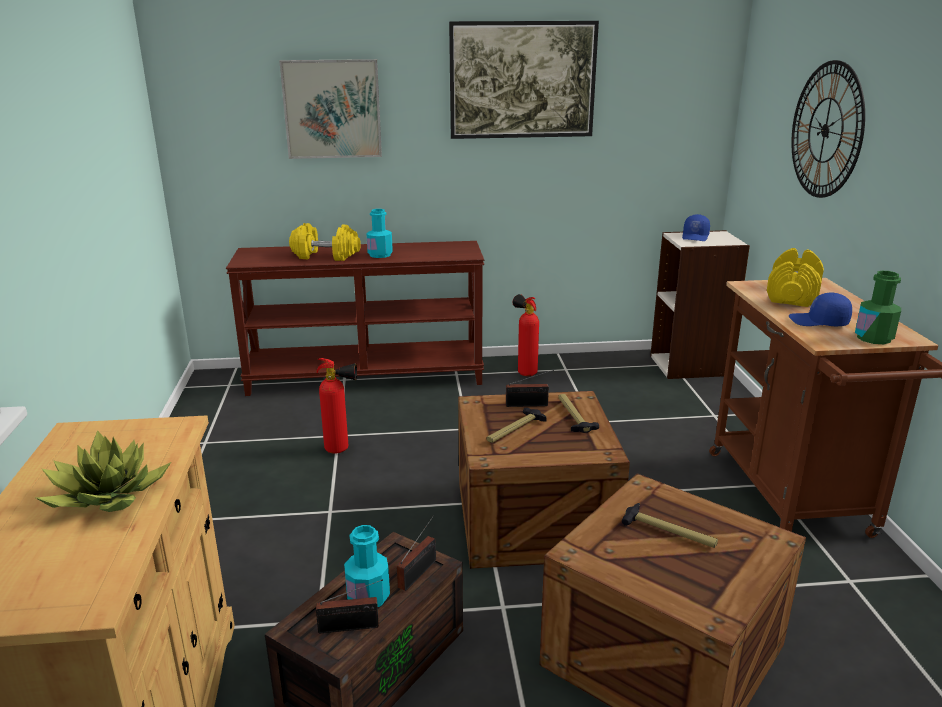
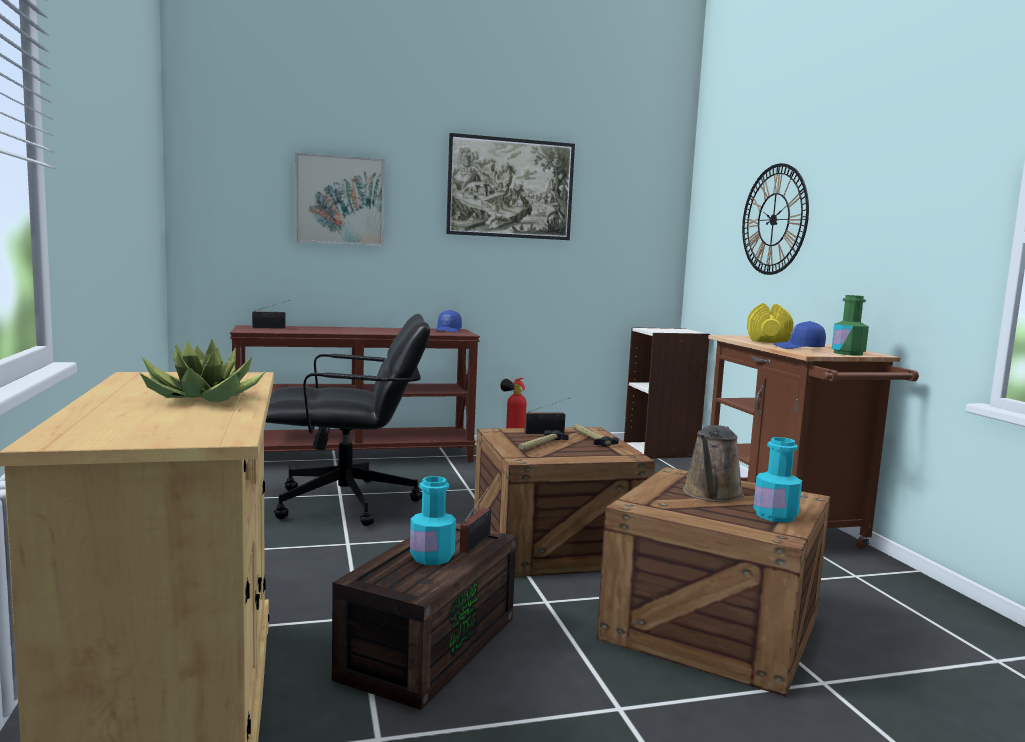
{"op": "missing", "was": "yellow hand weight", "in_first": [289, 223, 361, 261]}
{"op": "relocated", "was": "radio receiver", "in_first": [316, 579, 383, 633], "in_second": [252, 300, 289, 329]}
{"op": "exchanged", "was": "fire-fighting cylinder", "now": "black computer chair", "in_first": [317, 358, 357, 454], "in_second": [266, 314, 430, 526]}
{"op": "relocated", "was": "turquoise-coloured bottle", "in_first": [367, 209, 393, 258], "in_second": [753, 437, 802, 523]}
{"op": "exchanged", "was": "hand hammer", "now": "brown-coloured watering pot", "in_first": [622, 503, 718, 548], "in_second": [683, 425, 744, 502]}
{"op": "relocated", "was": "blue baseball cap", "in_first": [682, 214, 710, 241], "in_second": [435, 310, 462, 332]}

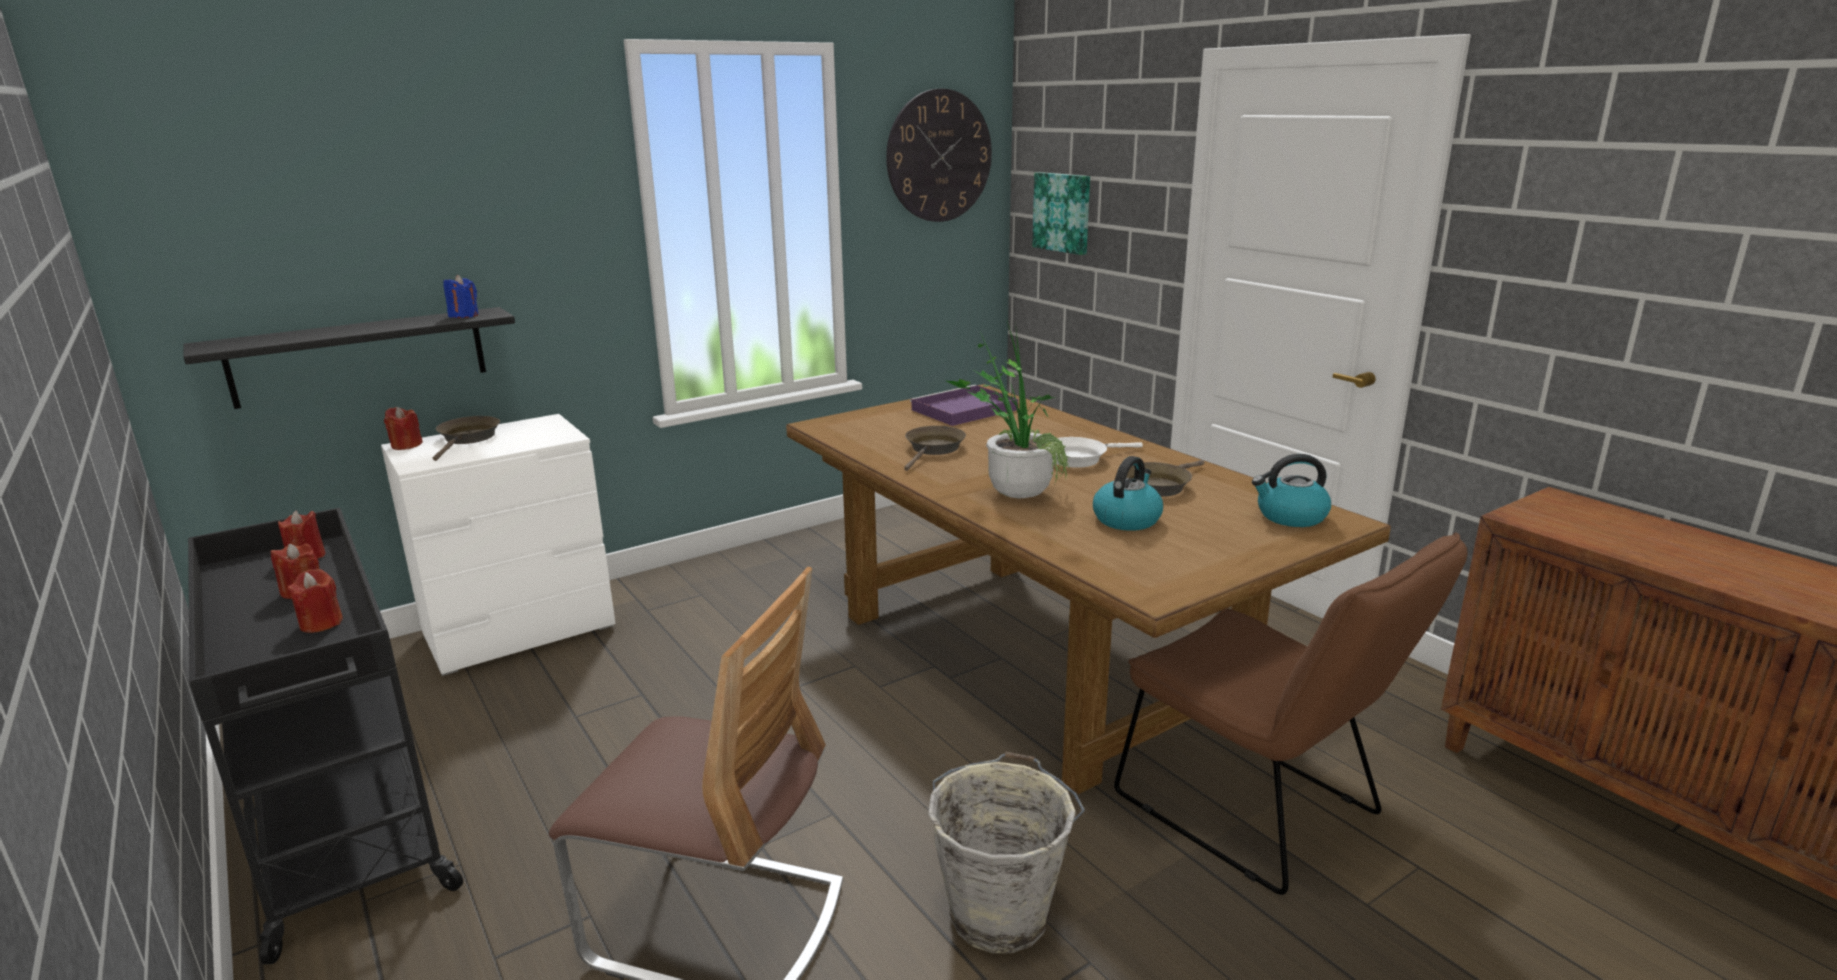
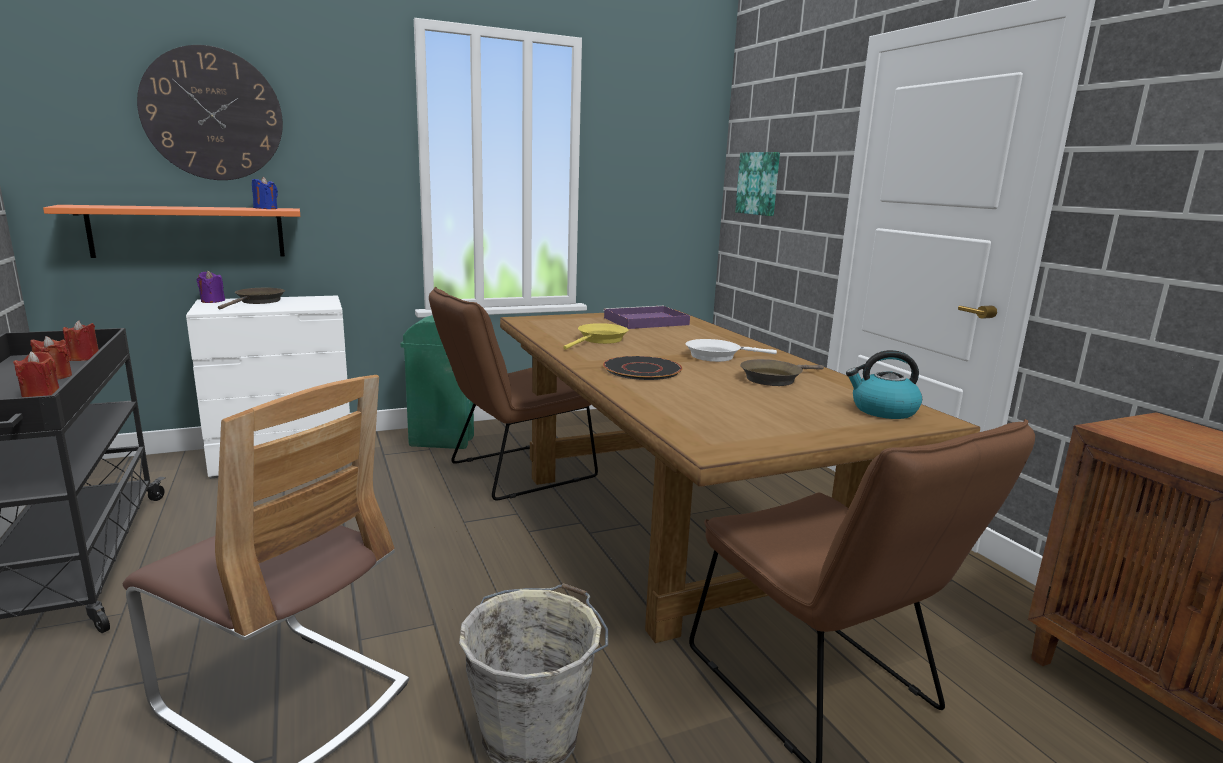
{"op": "colour", "was": "black wall shelf", "now": "orange-coloured wall shelf", "in_first": [183, 307, 515, 409], "in_second": [43, 205, 300, 258]}
{"op": "colour", "was": "red wax light", "now": "purple wax light", "in_first": [384, 407, 423, 450], "in_second": [197, 271, 225, 303]}
{"op": "relocated", "was": "clock on the wall", "in_first": [886, 89, 992, 222], "in_second": [137, 45, 283, 180]}
{"op": "colour", "was": "brown-coloured pan", "now": "yellow pan", "in_first": [904, 426, 966, 471], "in_second": [564, 323, 628, 350]}
{"op": "exchanged", "was": "houseplant", "now": "black plate", "in_first": [947, 322, 1070, 498], "in_second": [603, 356, 683, 380]}
{"op": "missing", "was": "tea kettle", "in_first": [1093, 456, 1163, 531]}
{"op": "appeared", "now": "greenish trash can", "in_second": [400, 315, 474, 449]}
{"op": "appeared", "now": "brown-coloured chair", "in_second": [429, 287, 598, 500]}

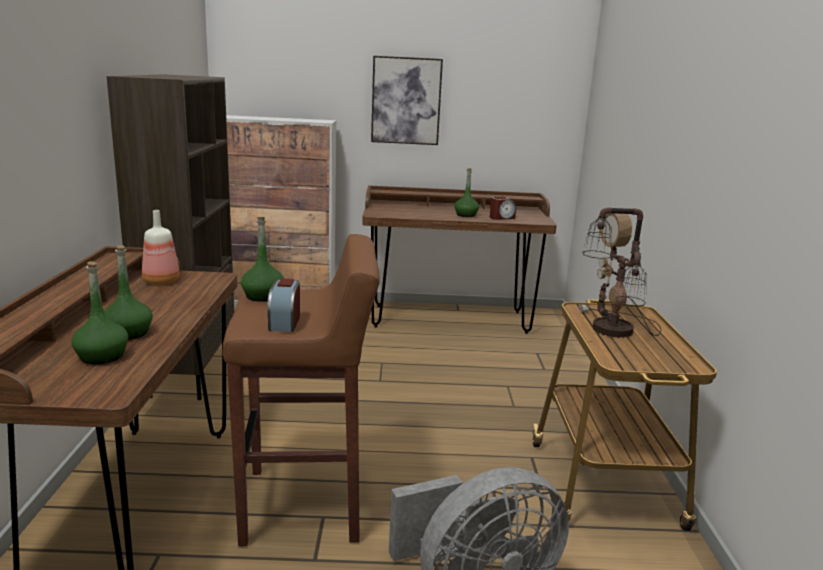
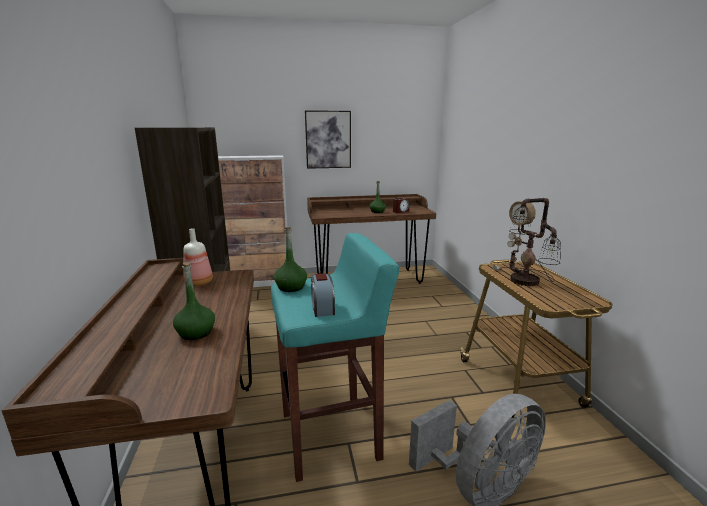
{"op": "missing", "was": "greenish bottle", "in_first": [71, 262, 128, 364]}
{"op": "colour", "was": "brown-coloured sitting stool", "now": "turquoise-coloured sitting stool", "in_first": [223, 234, 380, 546], "in_second": [271, 233, 400, 482]}

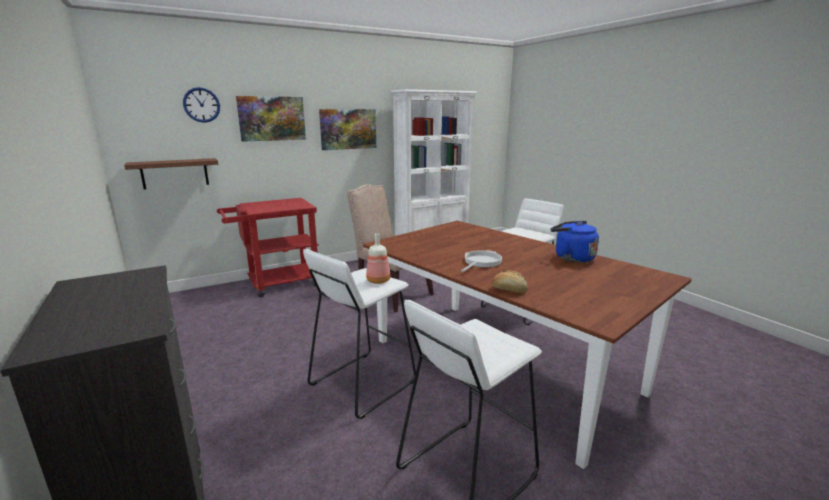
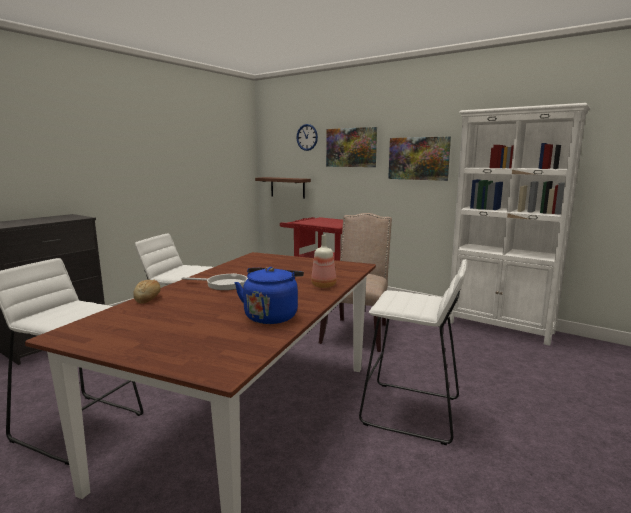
{"op": "relocated", "was": "bottle", "in_first": [366, 233, 390, 284], "in_second": [311, 235, 337, 288]}

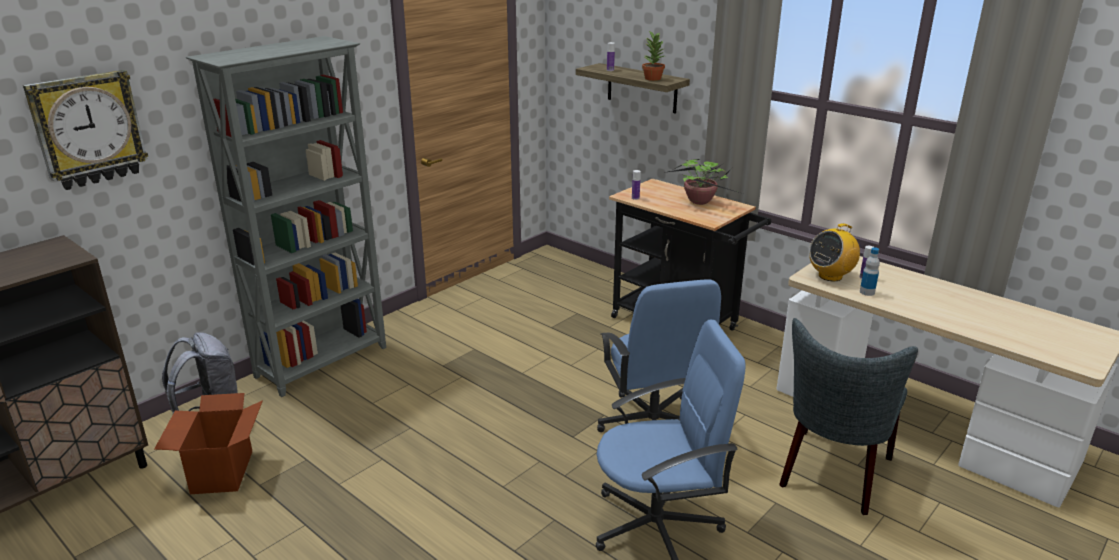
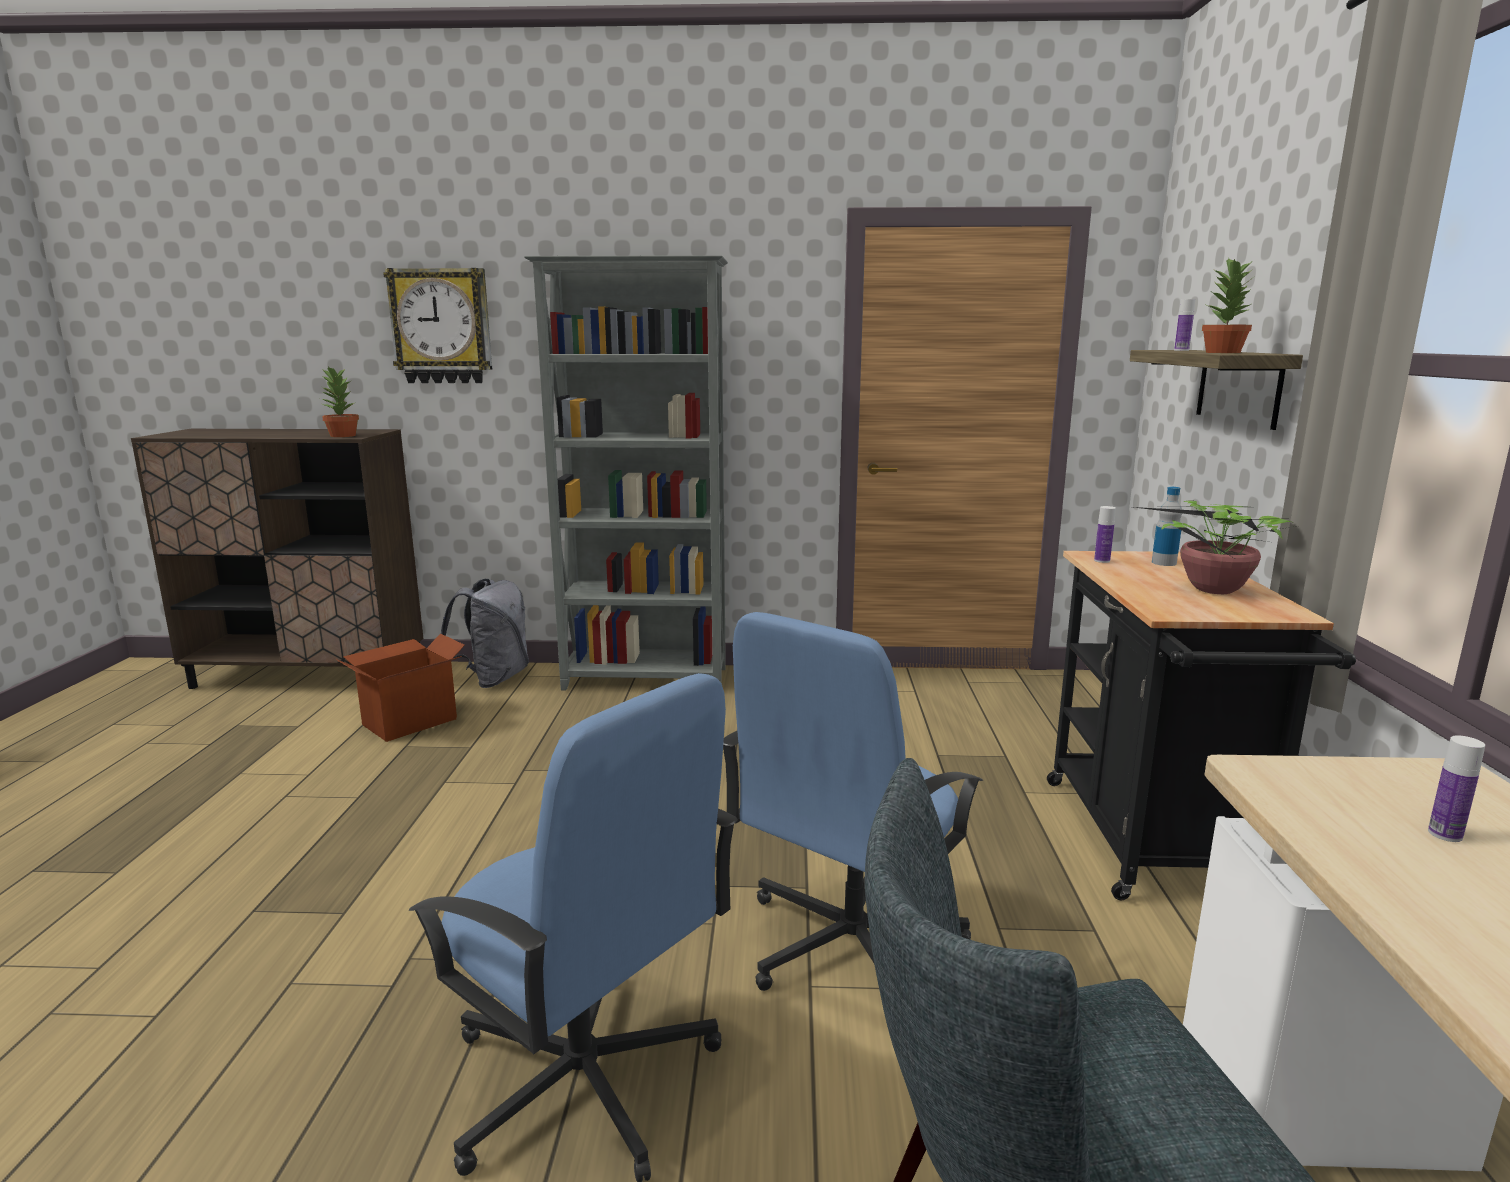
{"op": "missing", "was": "radio receiver", "in_first": [809, 223, 860, 281]}
{"op": "relocated", "was": "bottle", "in_first": [860, 247, 880, 296], "in_second": [1152, 487, 1182, 566]}
{"op": "appeared", "now": "houseplant", "in_second": [320, 366, 359, 437]}

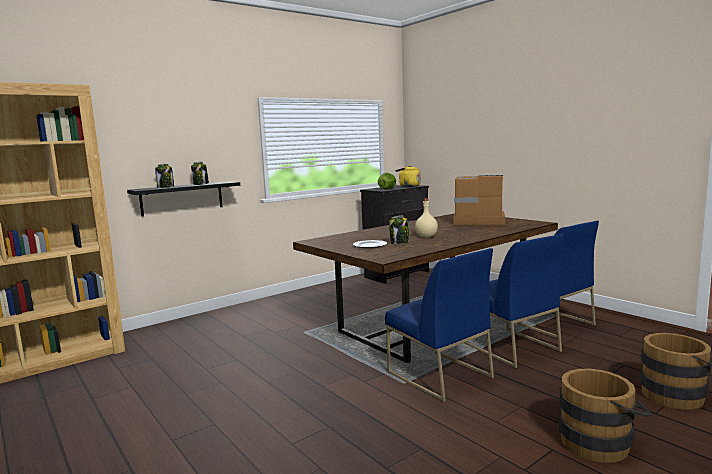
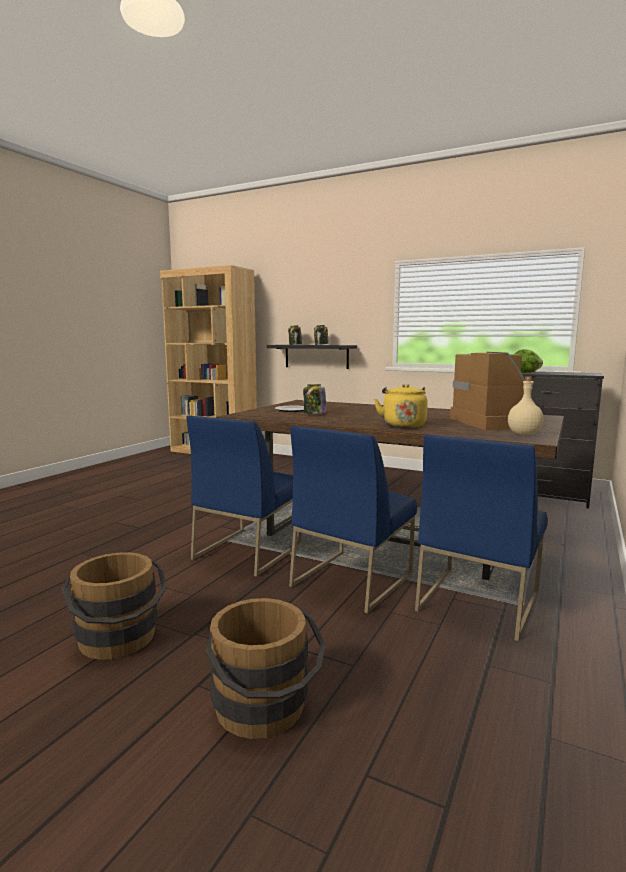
{"op": "relocated", "was": "yellow tea kettle", "in_first": [395, 165, 421, 187], "in_second": [374, 384, 427, 428]}
{"op": "relocated", "was": "sand-coloured bottle", "in_first": [415, 198, 438, 237], "in_second": [508, 376, 544, 435]}

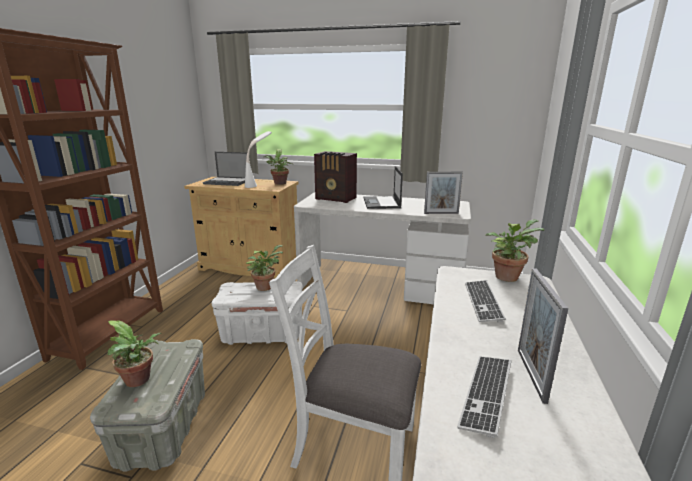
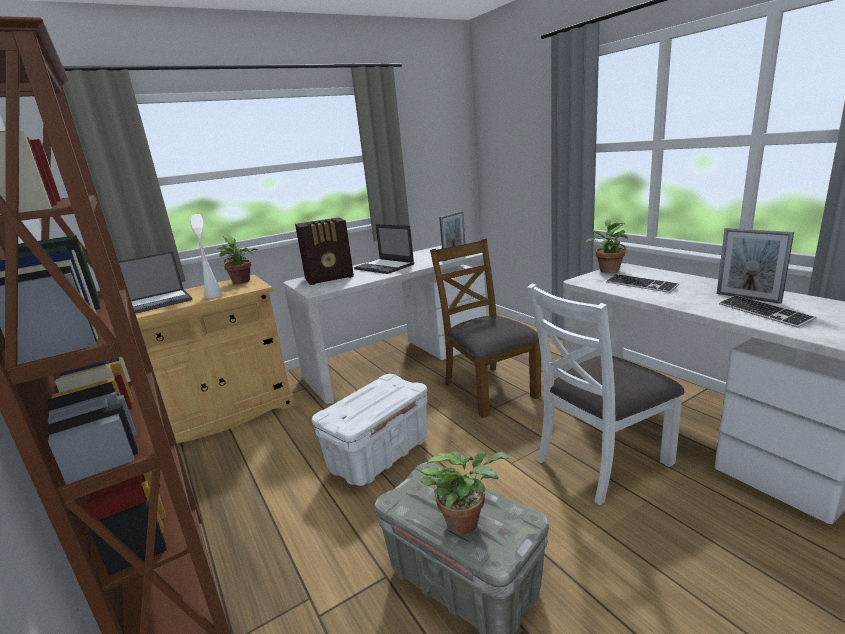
{"op": "missing", "was": "houseplant", "in_first": [246, 245, 283, 291]}
{"op": "appeared", "now": "brown-coloured chair", "in_second": [430, 239, 541, 418]}

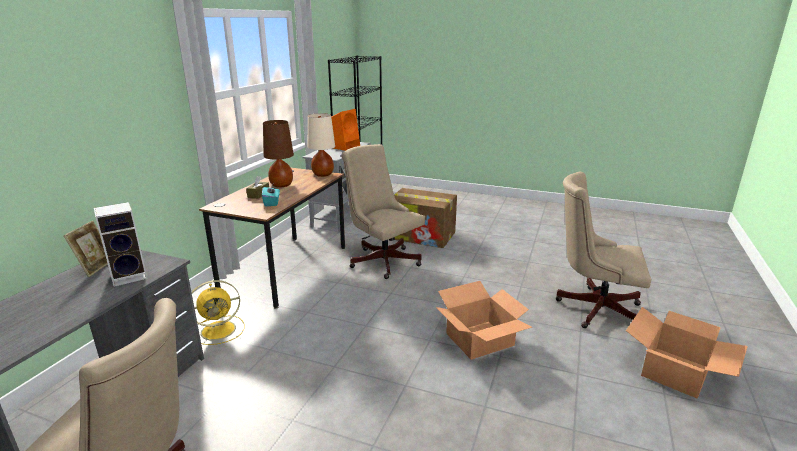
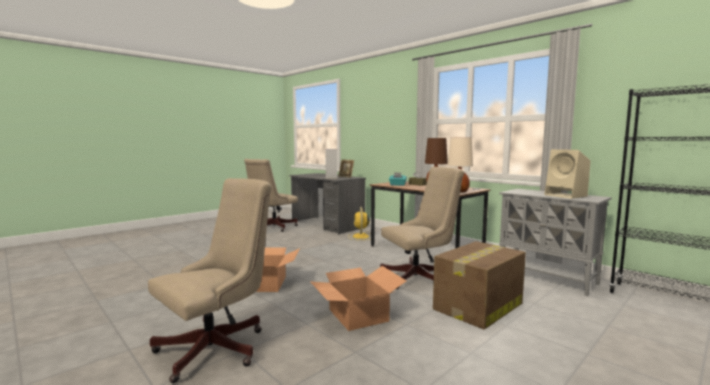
{"op": "colour", "was": "orange-coloured speaker", "now": "sand-coloured speaker", "in_first": [331, 109, 360, 151], "in_second": [544, 149, 591, 199]}
{"op": "relocated", "was": "packing box", "in_first": [626, 307, 748, 399], "in_second": [310, 266, 406, 331]}

